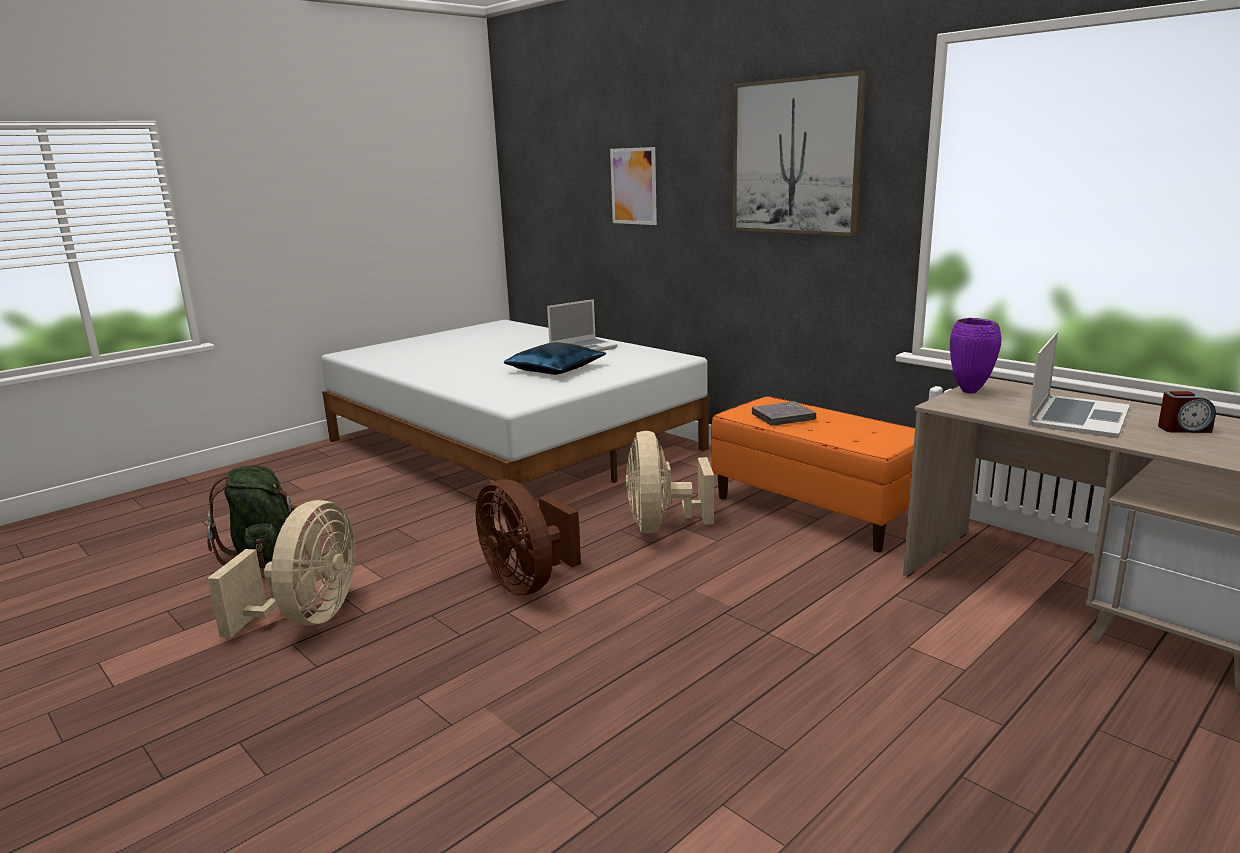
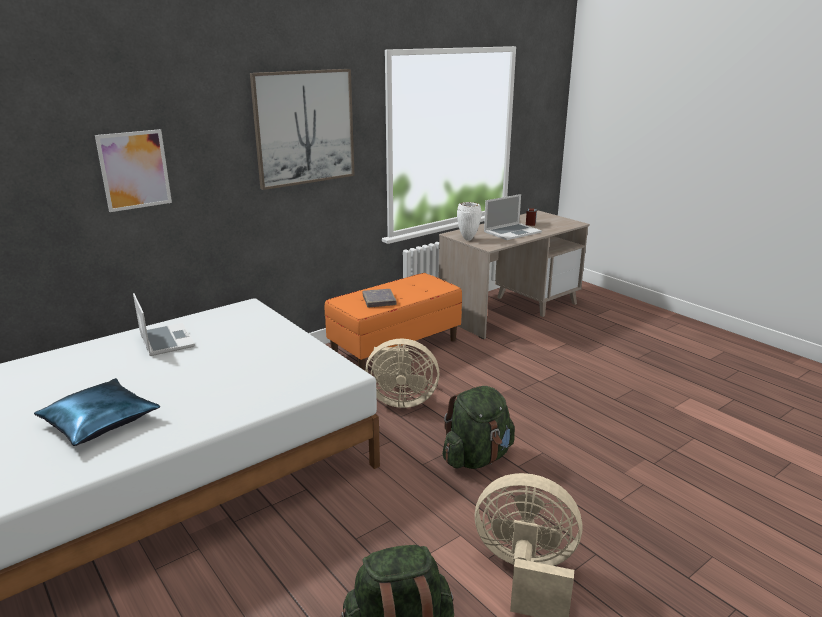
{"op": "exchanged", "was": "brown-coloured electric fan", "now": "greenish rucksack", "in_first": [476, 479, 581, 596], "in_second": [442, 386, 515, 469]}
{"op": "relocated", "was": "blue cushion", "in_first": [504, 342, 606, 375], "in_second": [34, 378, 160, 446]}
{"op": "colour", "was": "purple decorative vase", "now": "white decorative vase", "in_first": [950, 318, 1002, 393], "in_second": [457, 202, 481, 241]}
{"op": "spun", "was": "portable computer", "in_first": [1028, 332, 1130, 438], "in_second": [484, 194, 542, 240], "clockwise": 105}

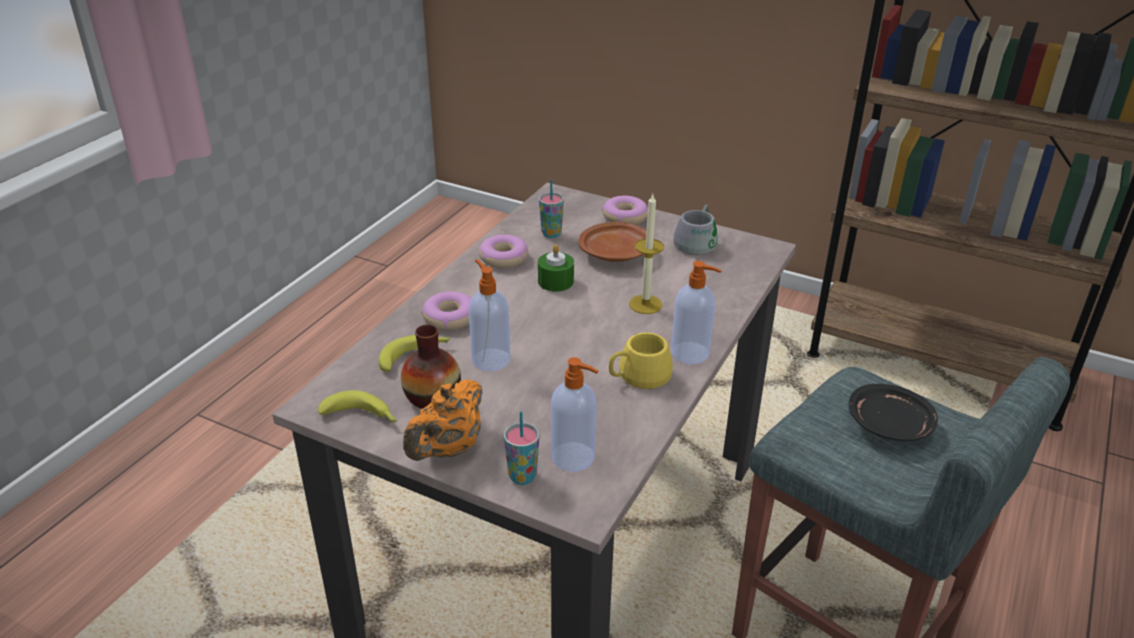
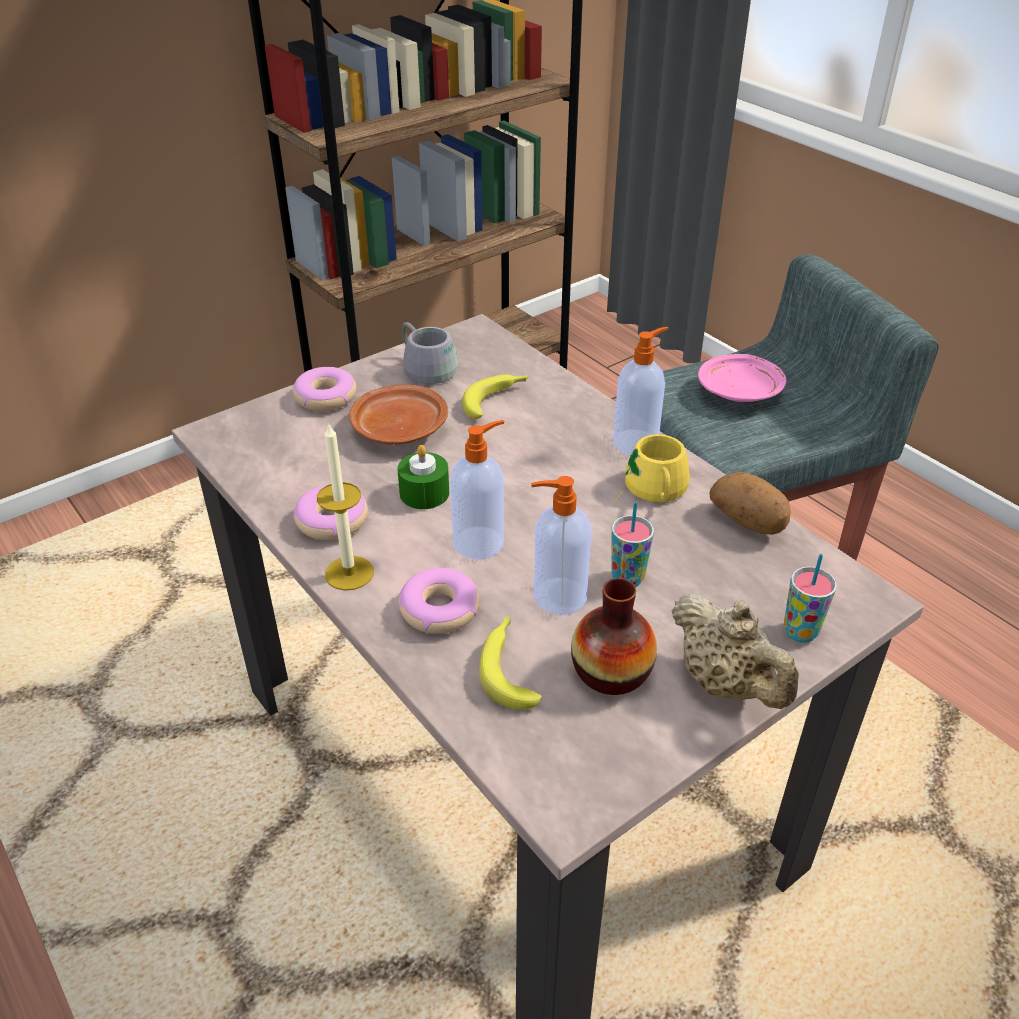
{"op": "relocated", "was": "banana", "in_first": [318, 390, 397, 423], "in_second": [462, 374, 529, 419]}
{"op": "colour", "was": "orange-coloured pot for tea", "now": "sand-coloured pot for tea", "in_first": [403, 379, 483, 461], "in_second": [671, 593, 799, 709]}
{"op": "relocated", "was": "small cup", "in_first": [539, 179, 564, 238], "in_second": [611, 502, 654, 587]}
{"op": "relocated", "was": "soap bottle", "in_first": [551, 357, 598, 471], "in_second": [450, 420, 504, 559]}
{"op": "relocated", "was": "wax light", "in_first": [629, 194, 664, 314], "in_second": [317, 422, 374, 591]}
{"op": "colour", "was": "black plate", "now": "pink plate", "in_first": [849, 384, 938, 441], "in_second": [698, 354, 786, 402]}
{"op": "appeared", "now": "potato", "in_second": [709, 472, 791, 535]}

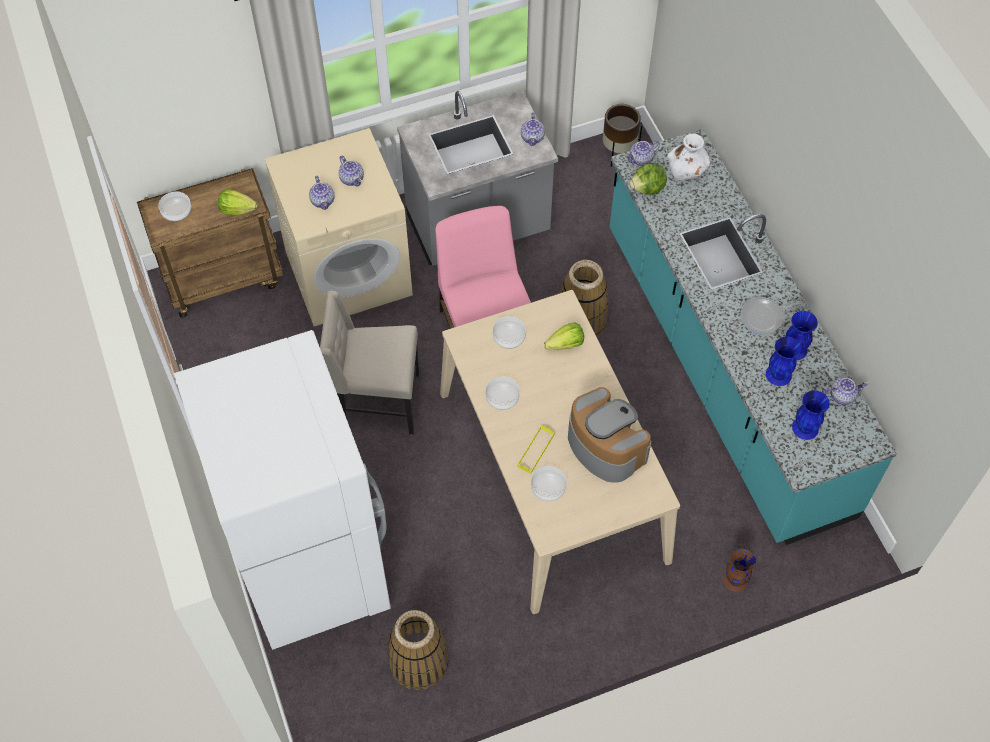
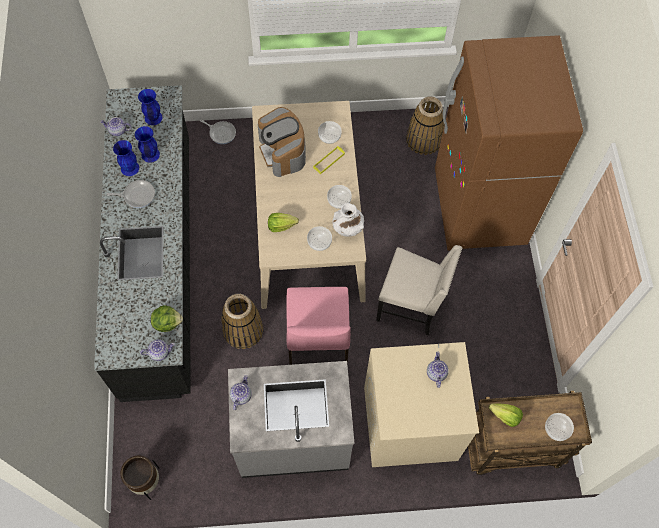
{"op": "colour", "was": "white fridge", "now": "brown-coloured fridge", "in_first": [174, 330, 391, 650], "in_second": [435, 35, 583, 251]}
{"op": "missing", "was": "pot for tea", "in_first": [339, 155, 364, 186]}
{"op": "colour", "was": "turquoise-coloured kitchen counter", "now": "black kitchen counter", "in_first": [610, 129, 897, 545], "in_second": [94, 85, 191, 402]}
{"op": "relocated", "was": "white decorative vase", "in_first": [668, 134, 710, 181], "in_second": [332, 203, 364, 237]}
{"op": "exchanged", "was": "brown-coloured decorative vase", "now": "pan", "in_first": [723, 549, 756, 592], "in_second": [200, 120, 236, 144]}

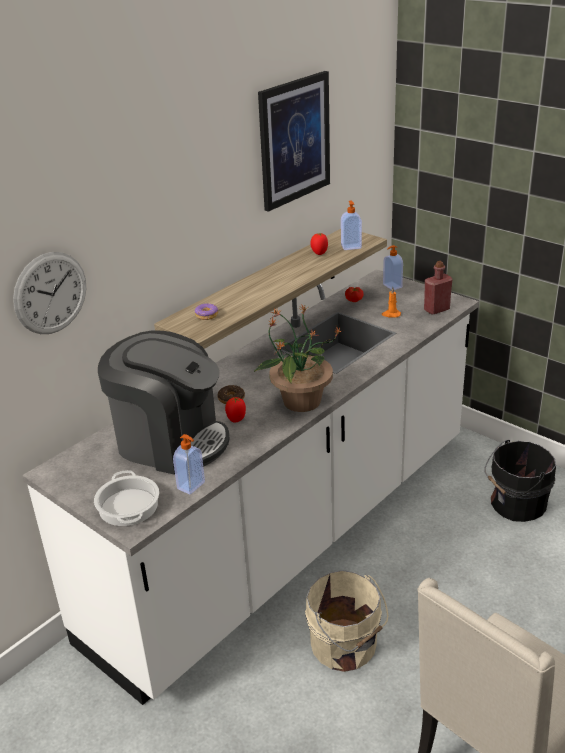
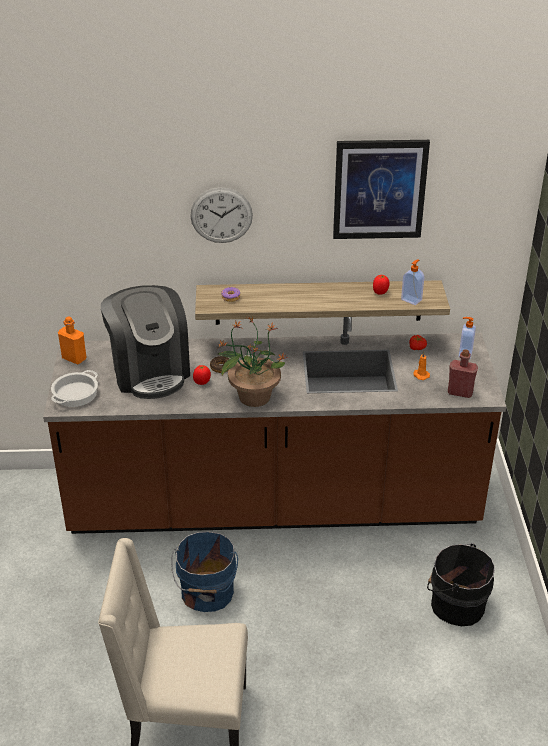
{"op": "relocated", "was": "clock on the wall", "in_first": [13, 252, 86, 334], "in_second": [190, 187, 253, 243]}
{"op": "colour", "was": "white kitchen counter", "now": "brown-coloured kitchen counter", "in_first": [22, 269, 479, 705], "in_second": [43, 317, 506, 534]}
{"op": "missing", "was": "soap bottle", "in_first": [173, 434, 205, 494]}
{"op": "colour", "was": "sand-coloured bucket", "now": "blue bucket", "in_first": [305, 570, 388, 672], "in_second": [171, 532, 238, 612]}
{"op": "appeared", "now": "orange-coloured bottle", "in_second": [58, 316, 86, 364]}

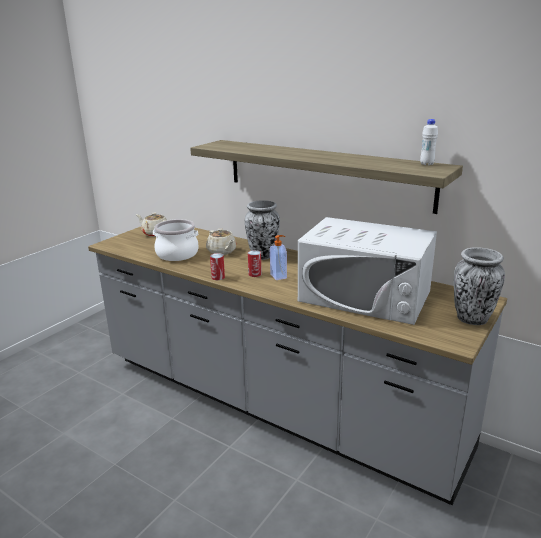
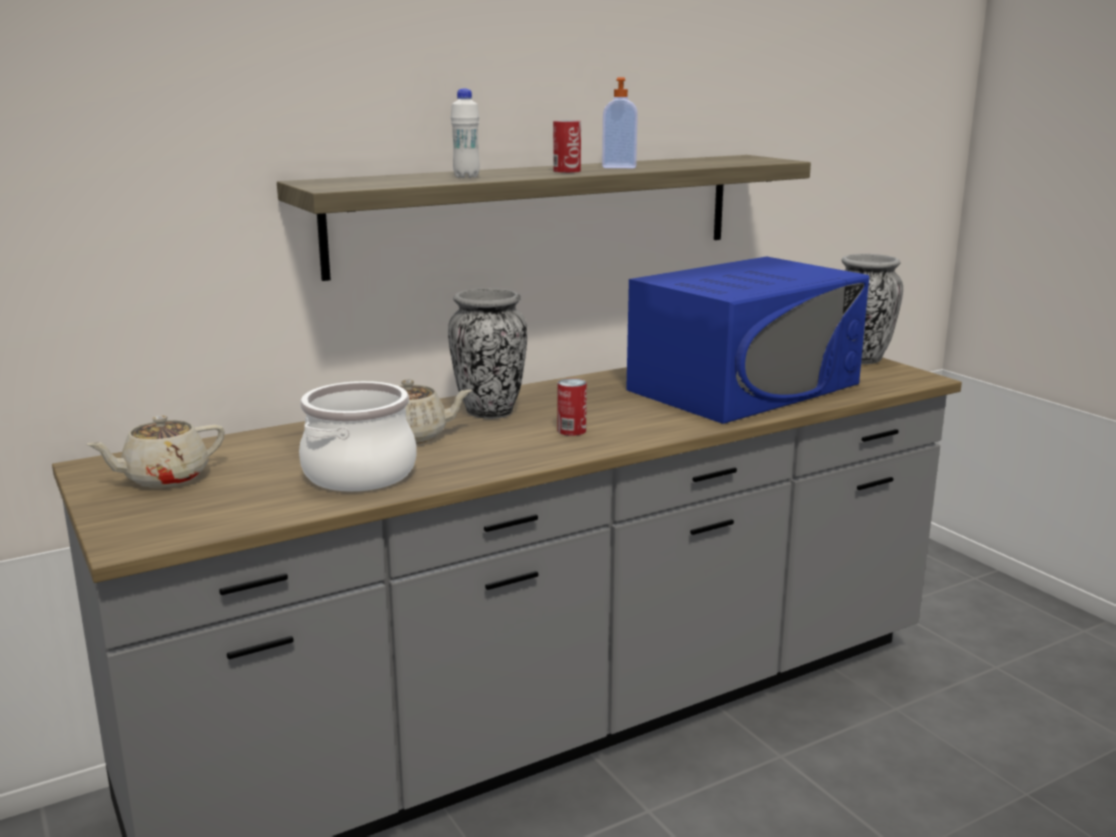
{"op": "relocated", "was": "metal can", "in_first": [210, 253, 225, 280], "in_second": [553, 120, 581, 173]}
{"op": "relocated", "was": "soap bottle", "in_first": [270, 235, 287, 280], "in_second": [602, 77, 638, 168]}
{"op": "colour", "was": "white microwave", "now": "blue microwave", "in_first": [298, 217, 437, 325], "in_second": [626, 256, 869, 424]}
{"op": "relocated", "was": "white bottle", "in_first": [420, 119, 438, 165], "in_second": [451, 88, 480, 178]}

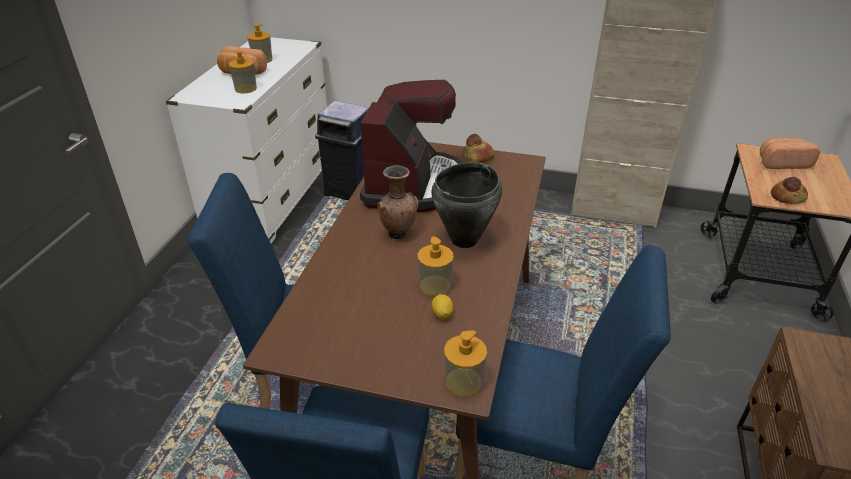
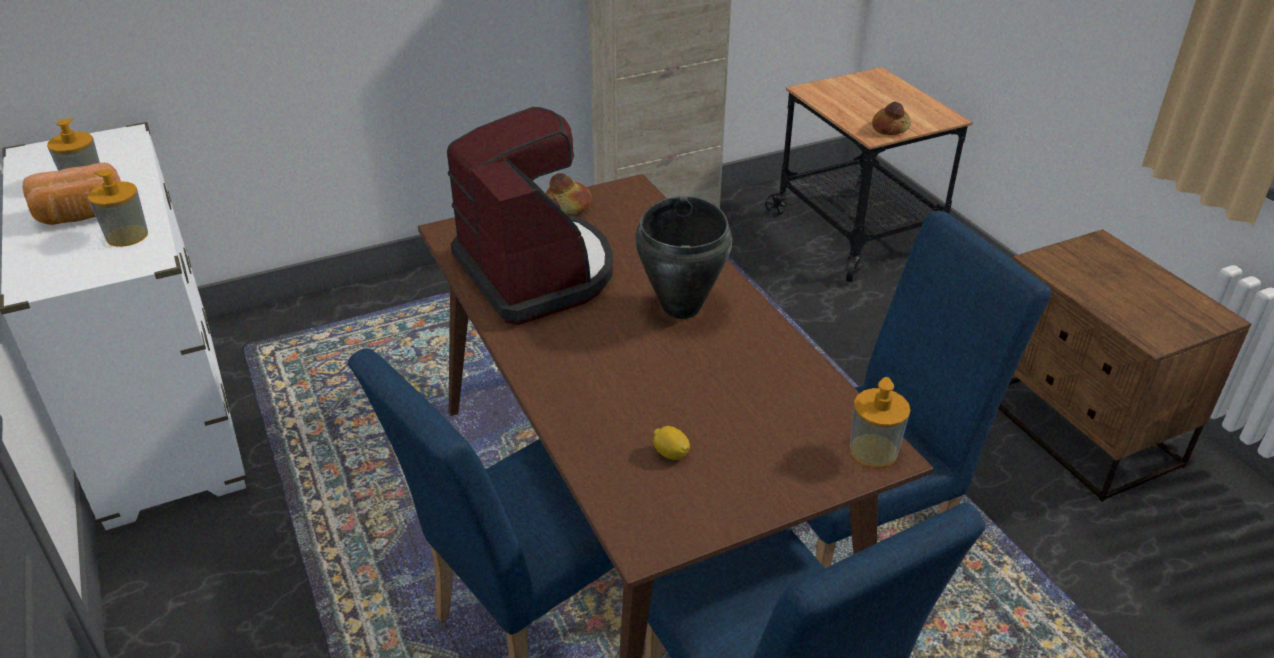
{"op": "missing", "was": "blue trash can", "in_first": [315, 101, 369, 200]}
{"op": "missing", "was": "brown-coloured decorative vase", "in_first": [377, 165, 419, 239]}
{"op": "missing", "was": "soap bottle", "in_first": [418, 236, 454, 297]}
{"op": "relocated", "was": "whole lemon", "in_first": [432, 294, 453, 319], "in_second": [654, 426, 690, 460]}
{"op": "missing", "was": "bread", "in_first": [760, 137, 820, 169]}

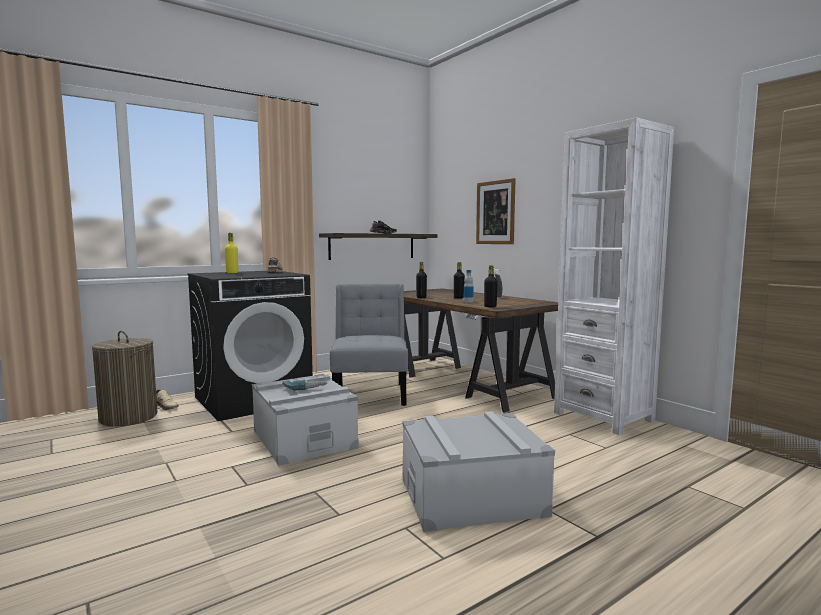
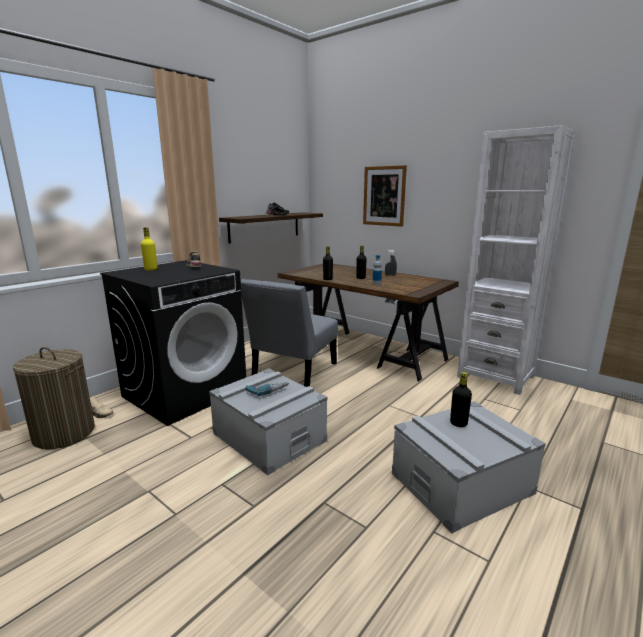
{"op": "spun", "was": "grey chair", "in_first": [330, 283, 408, 406], "in_second": [240, 279, 338, 387], "clockwise": -135}
{"op": "relocated", "was": "black bottle", "in_first": [484, 265, 498, 308], "in_second": [450, 372, 472, 427]}

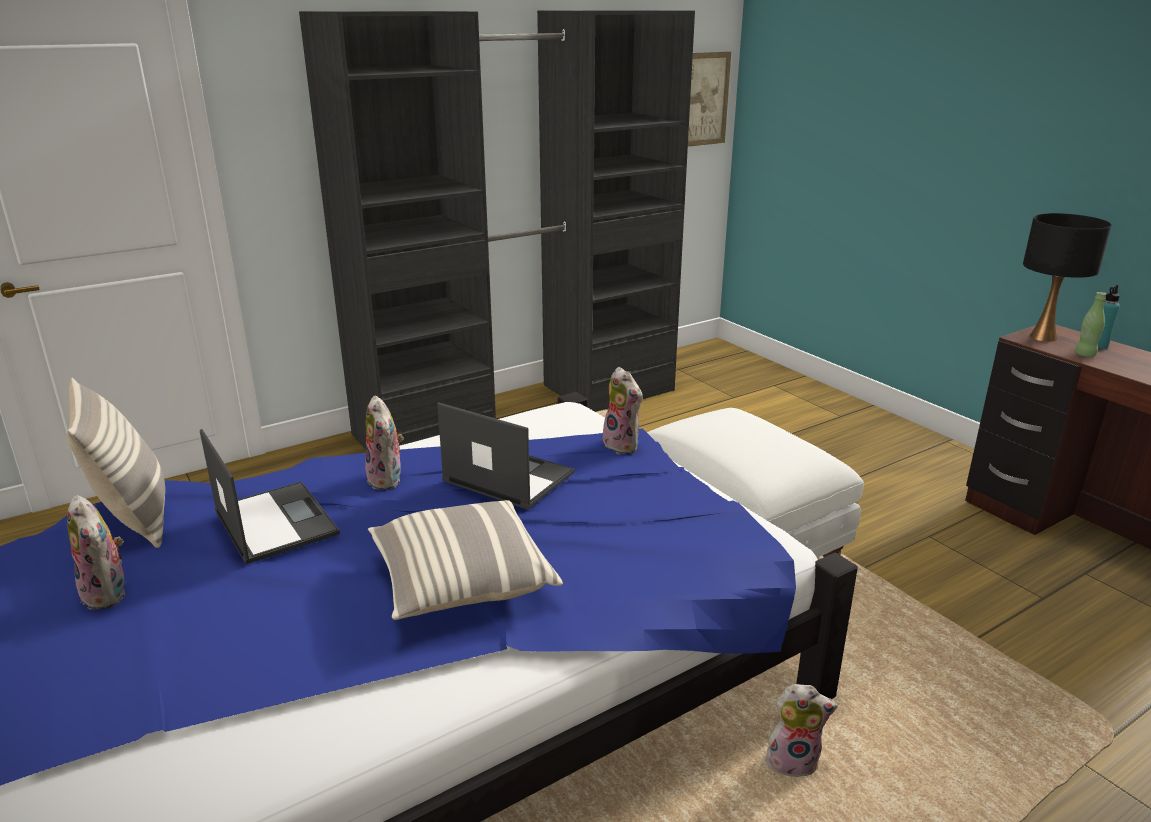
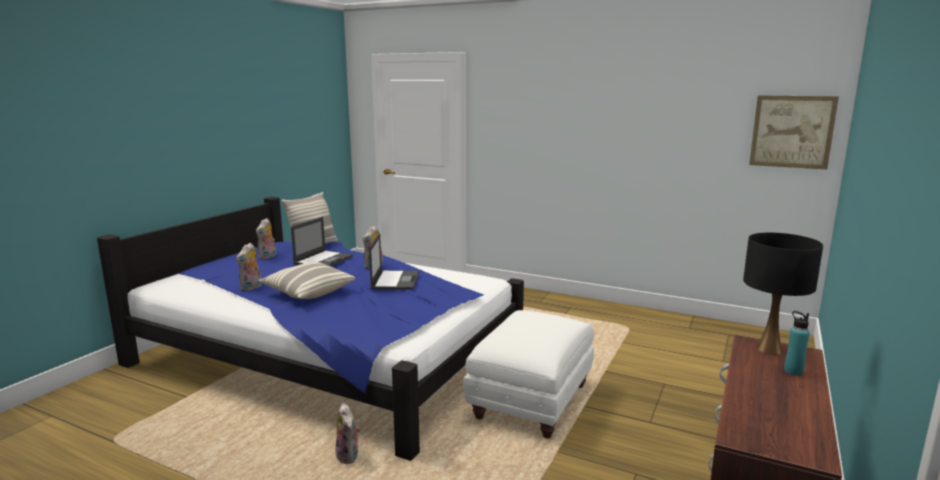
{"op": "missing", "was": "black clothes cupboard", "in_first": [299, 10, 695, 450]}
{"op": "relocated", "was": "cuddly toy", "in_first": [603, 367, 643, 454], "in_second": [236, 243, 262, 291]}
{"op": "missing", "was": "greenish bottle", "in_first": [1075, 292, 1107, 357]}

